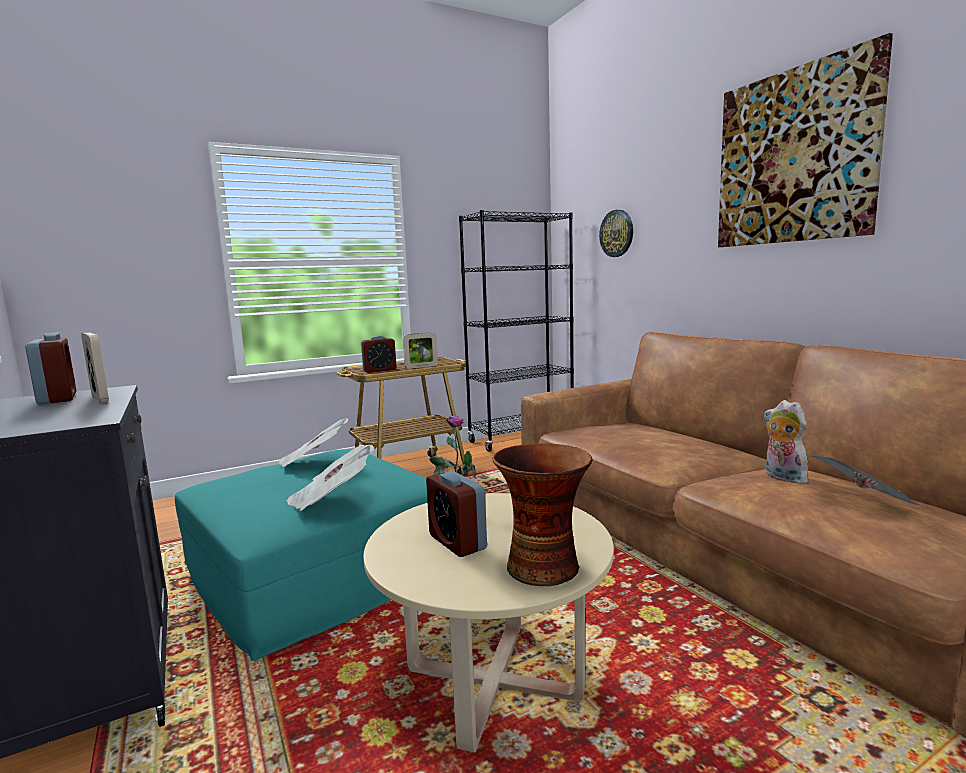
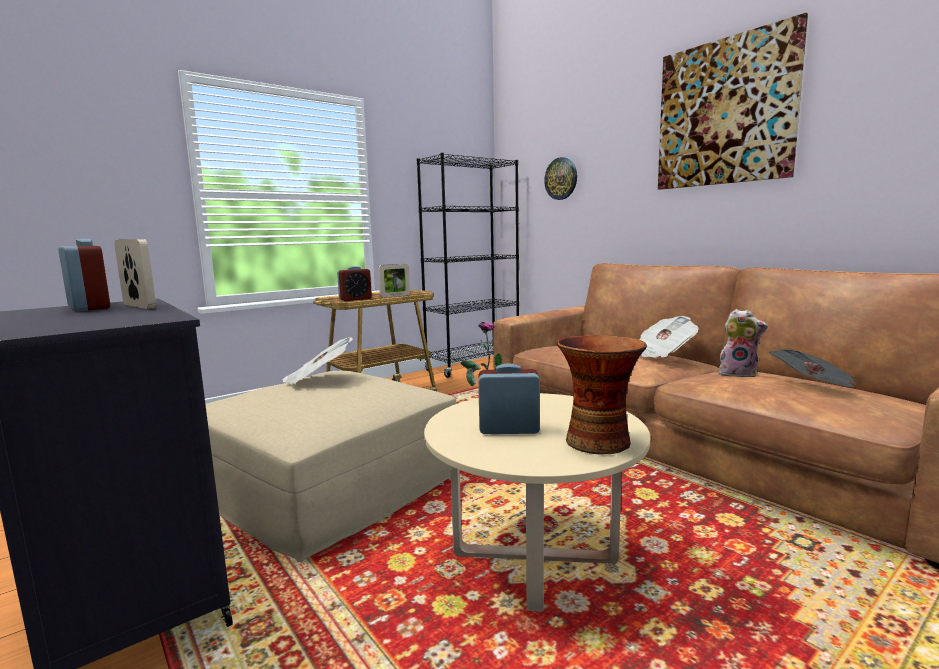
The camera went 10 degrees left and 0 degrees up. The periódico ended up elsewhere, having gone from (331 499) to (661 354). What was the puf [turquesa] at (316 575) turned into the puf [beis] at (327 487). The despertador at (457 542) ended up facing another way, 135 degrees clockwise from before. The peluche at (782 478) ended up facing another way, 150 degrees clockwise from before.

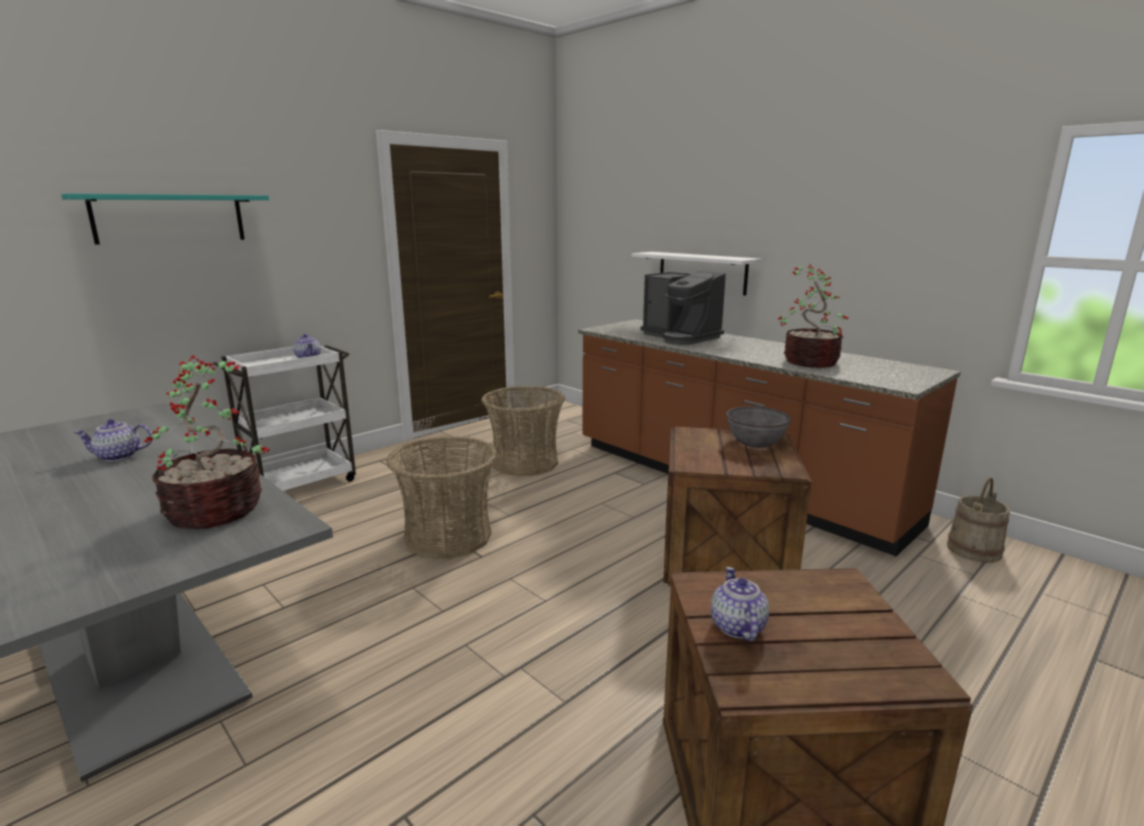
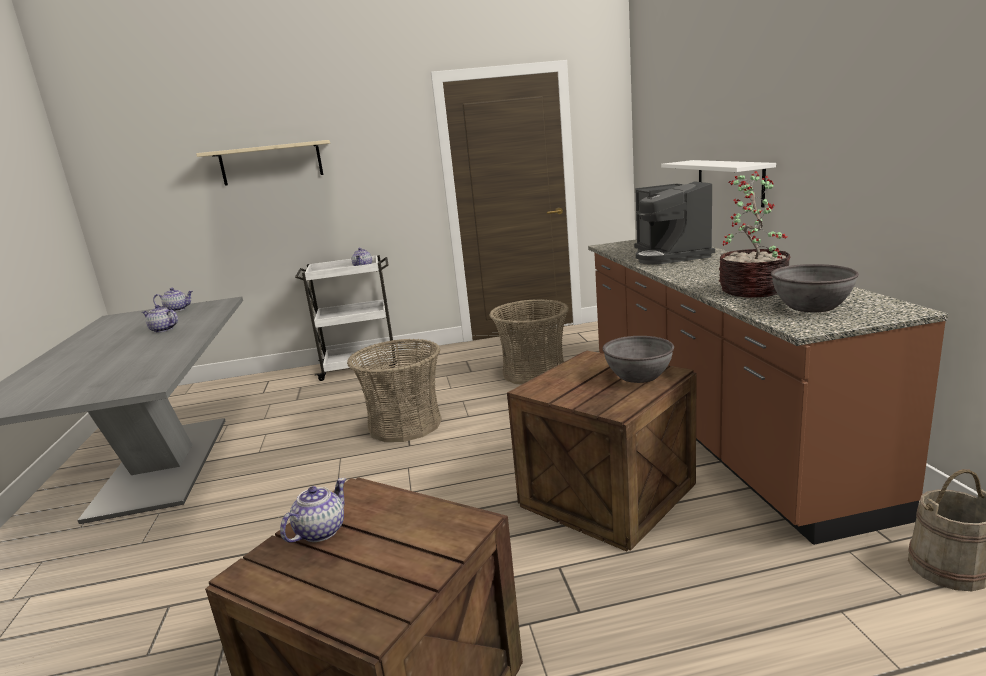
The camera went 35 degrees right and 0 degrees up. The second view lost the planta en maceta at (217 511). The second view gained the tetera at (177 309). The second view gained the cuenco [gris] at (811 306). What was the estante [turquesa] at (170 218) turned into the estante [beis] at (271 163).

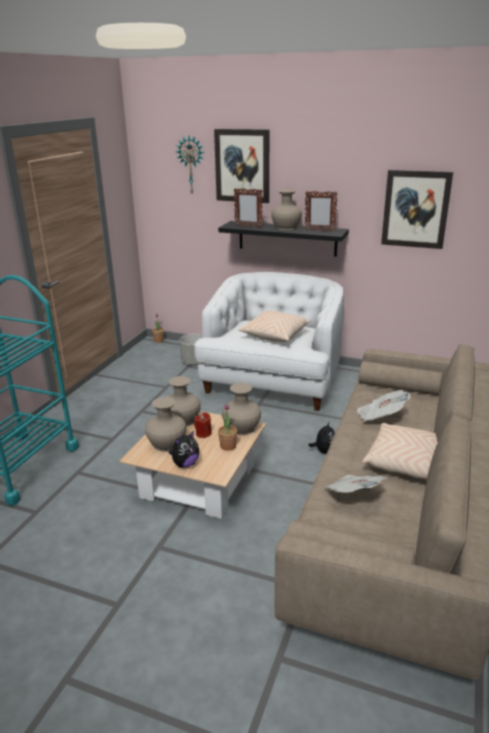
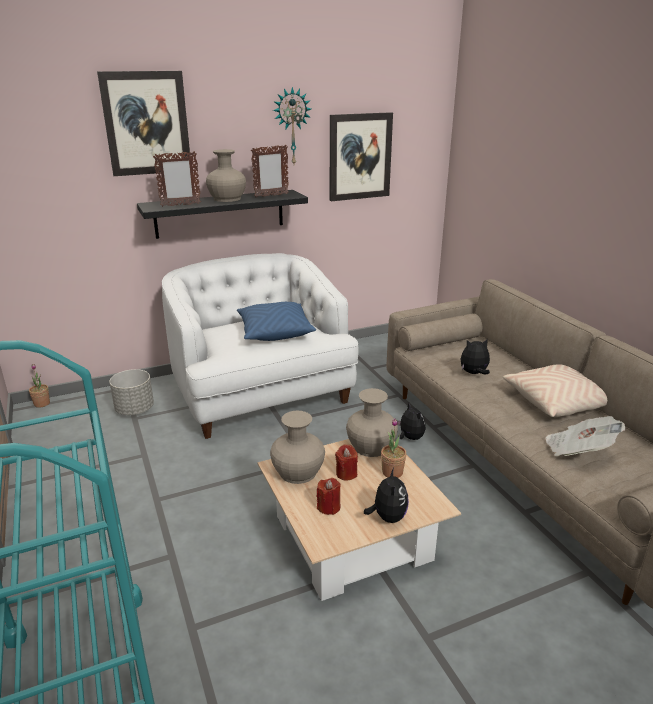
The camera went 45 degrees left and 0 degrees up. The reloj de pared ended up elsewhere, having gone from (191 165) to (291 127). Where the florero [beis] stood at (167 443), the vela [rojo] came to stand at (329 507). Where the periódico stood at (380 416), the peluche came to stand at (474 373). What was the cojín [beis] at (275 335) turned into the cojín [azul] at (274 332).

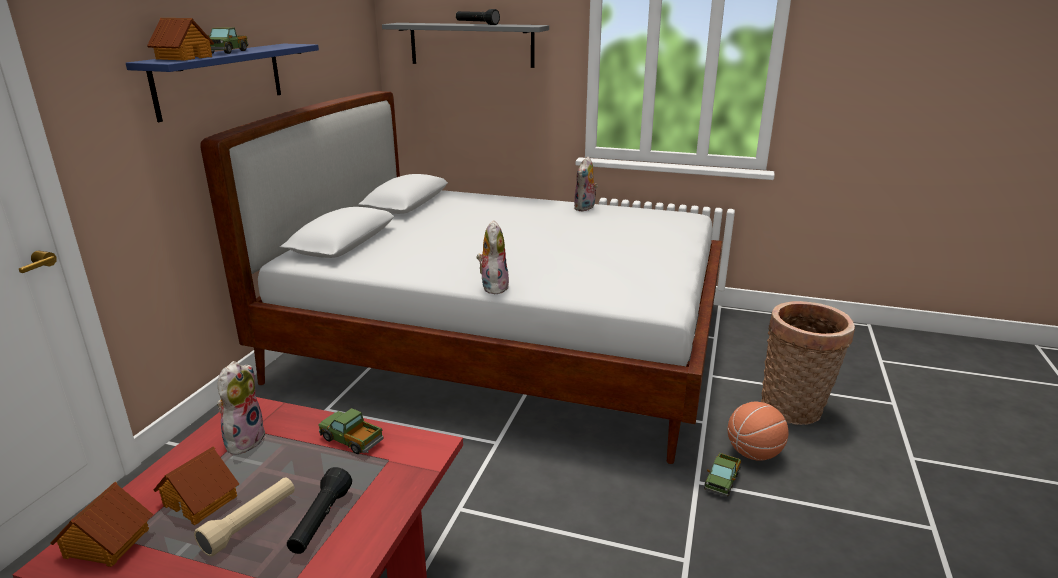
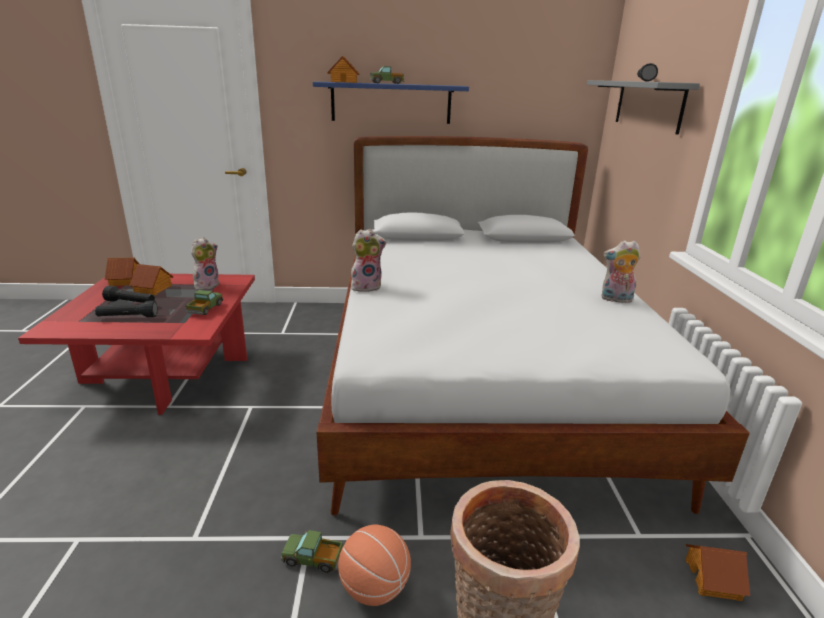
The camera went 70 degrees right and 0 degrees up. The second view gained the casita at (713 579). What was the linterna [beis] at (251 524) turned into the linterna [negro] at (131 303). The peluche at (244 439) ended up facing another way, 45 degrees counterclockwise from before.

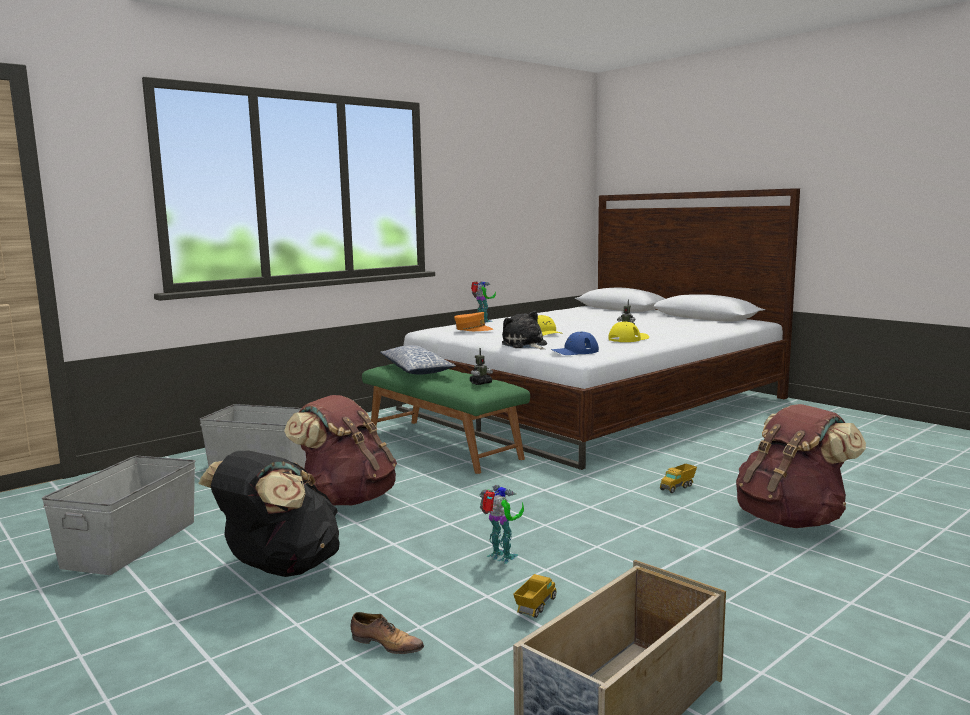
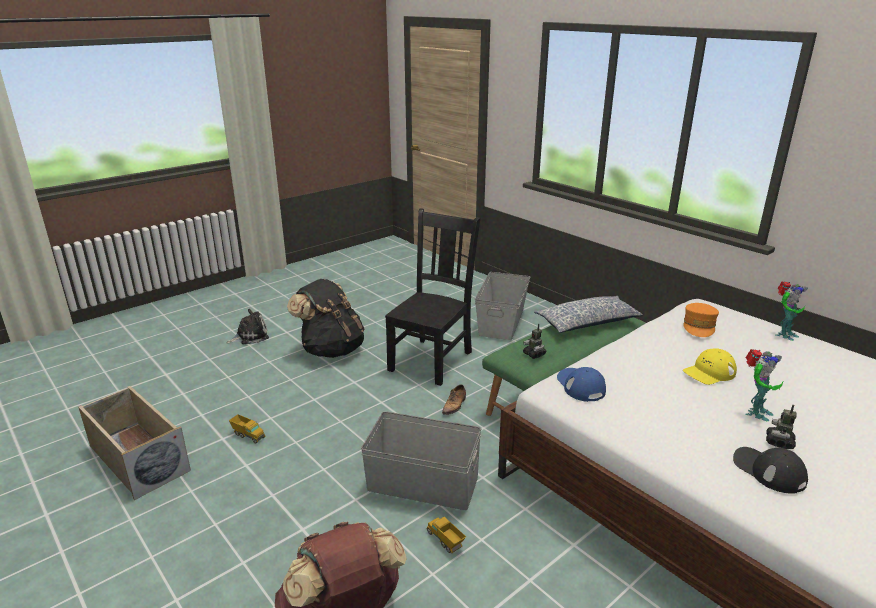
The camera went 90 degrees right and 15 degrees up. The second view lost the gorra [amarillo] at (628 339). The second view gained the gorra [negro] at (768 471). The caja de almacenaje [gris] ended up elsewhere, having gone from (132 543) to (423 484). The zapato ended up elsewhere, having gone from (386 644) to (454 405). The robot de juguete ended up elsewhere, having gone from (501 558) to (755 412). The peluche ended up elsewhere, having gone from (525 345) to (250 336). Where the mochila [marrón] stood at (347 499), the silla [negro] came to stand at (432 359).

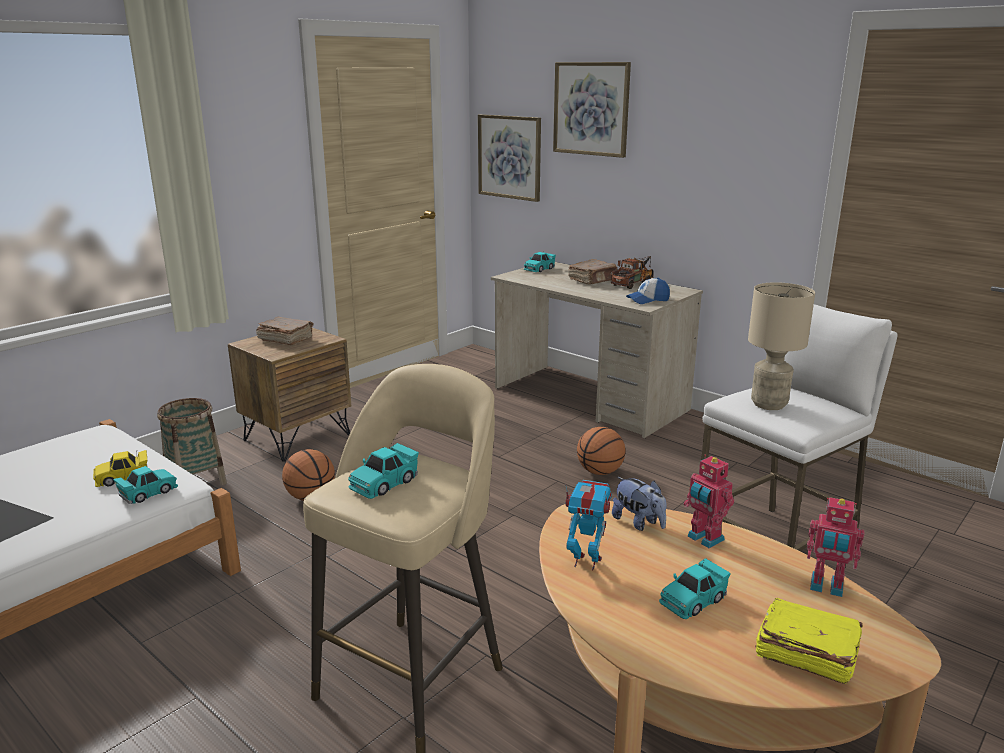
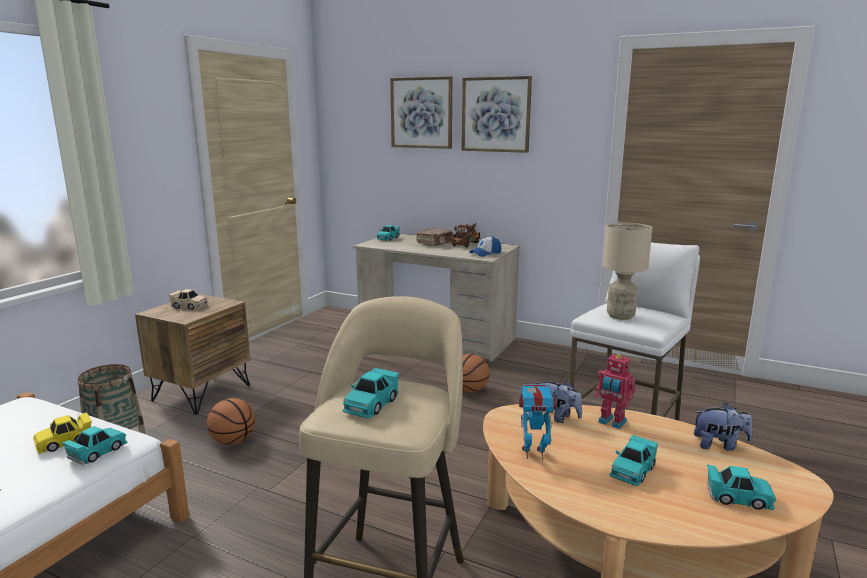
The camera went 15 degrees left and 5 degrees down. The cuadro ended up elsewhere, having gone from (509 157) to (496 114). Where the libro [marrón] stood at (285 340), the coche de juguete [beis] came to stand at (189 306). Where the libro [amarillo] stood at (804 654), the coche de juguete [turquesa] came to stand at (738 498). Where the robot de juguete stood at (826 587), the peluche came to stand at (719 445).

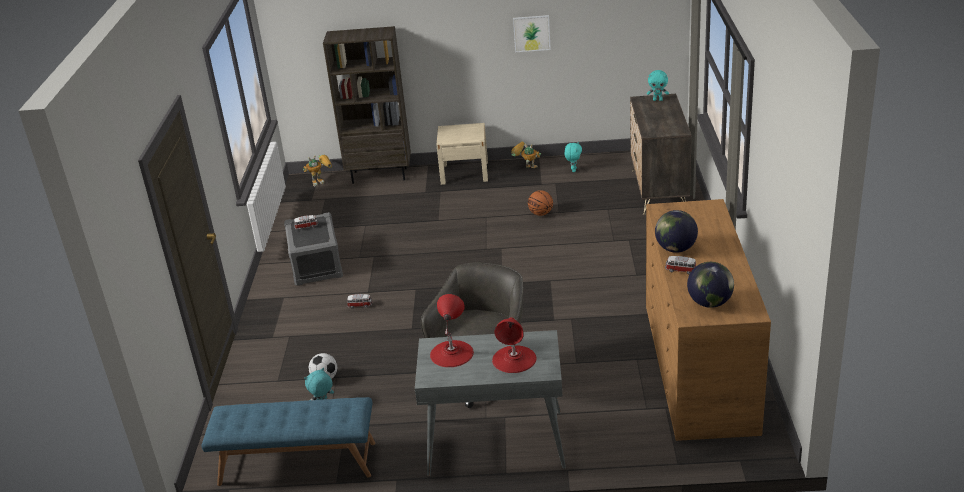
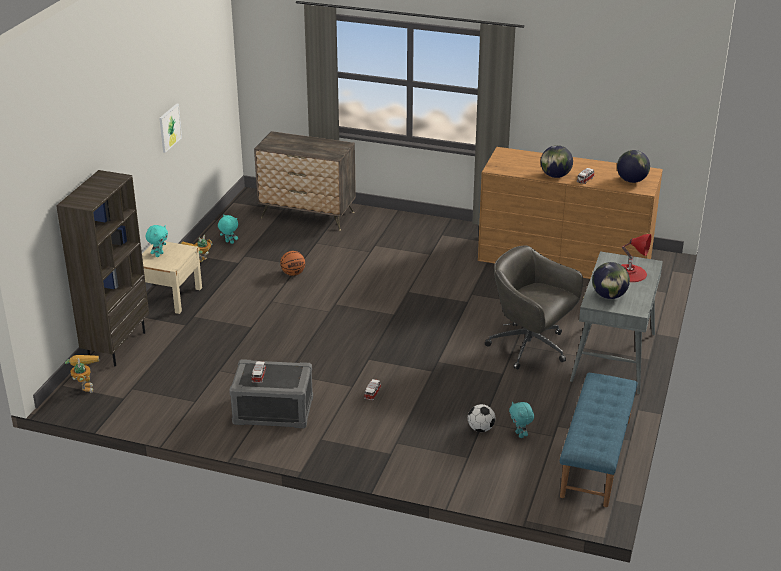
The camera went 75 degrees left and 0 degrees up. The peluche [turquesa] ended up elsewhere, having gone from (658 100) to (159 254). Where the lámpara de mesa [rojo] stood at (451 353), the globo terráqueo came to stand at (609 296).

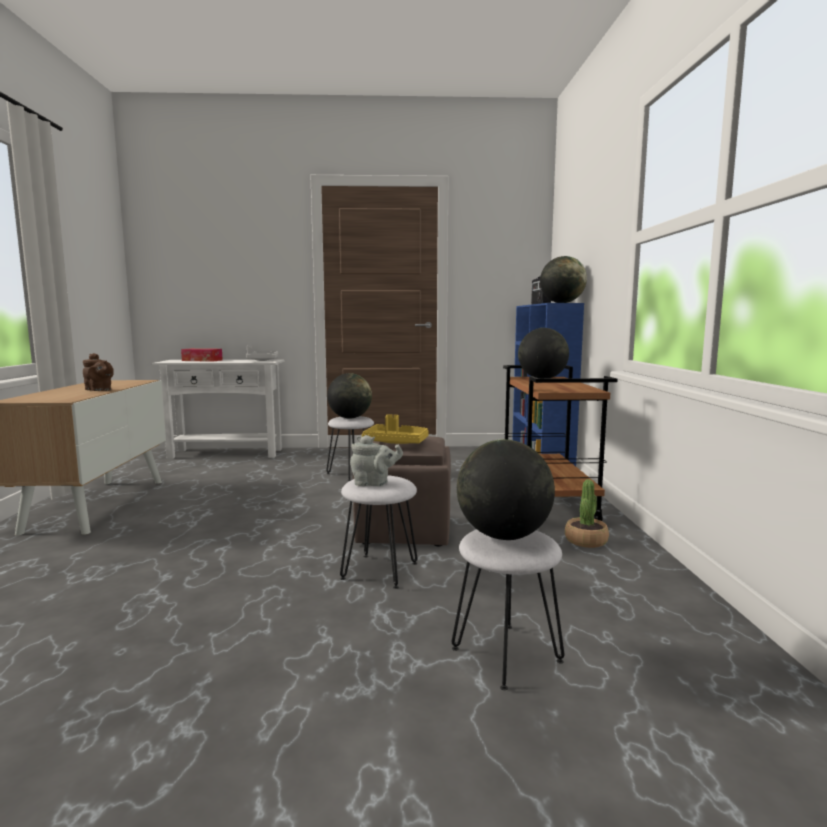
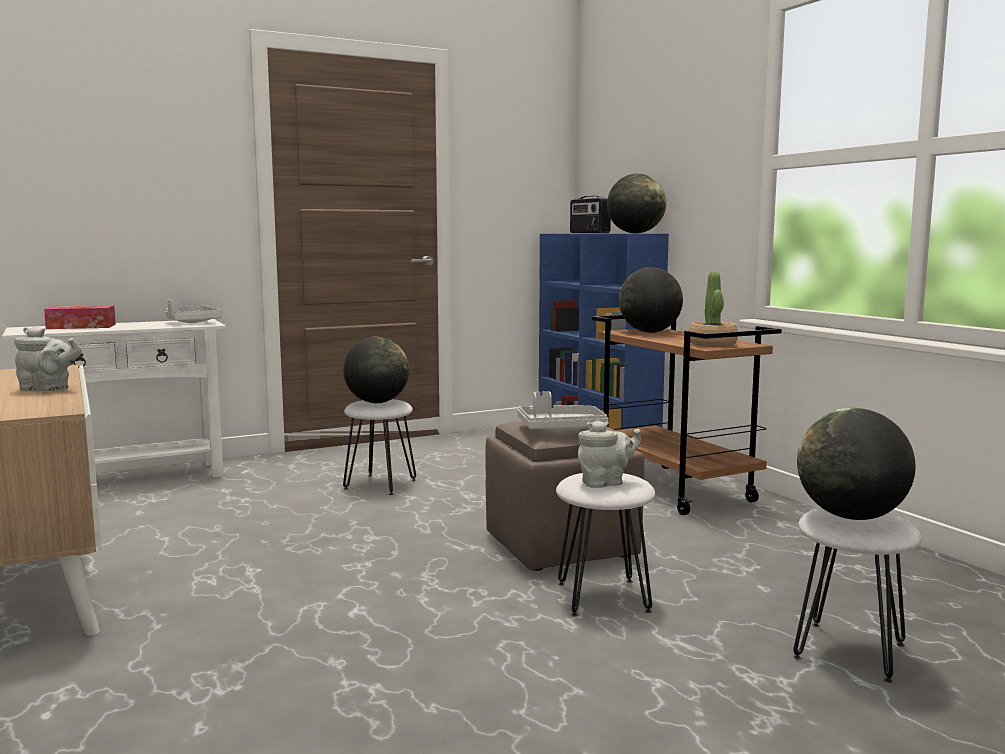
The camera went 25 degrees left and 0 degrees up. The planta en maceta ended up elsewhere, having gone from (586 541) to (712 344). What was the tetera [marrón] at (99 390) turned into the tetera [gris] at (48 389). What was the bandeja [amarillo] at (396 442) turned into the bandeja [gris] at (560 429).

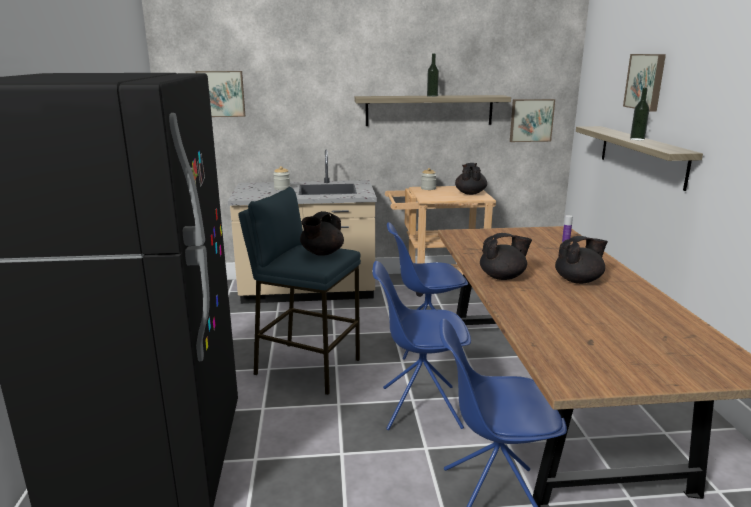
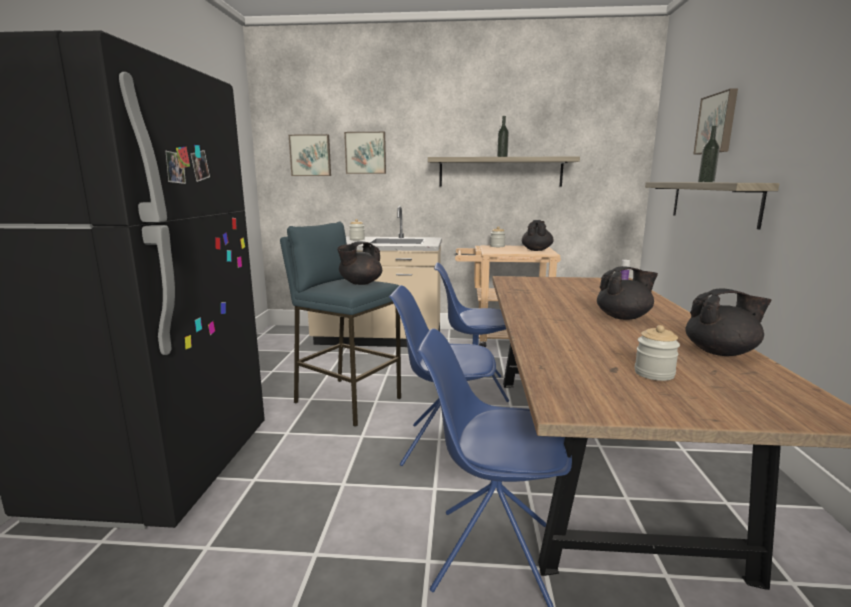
The camera went 10 degrees right and 5 degrees down. The second view gained the tarro at (654 373). The tetera [negro] ended up elsewhere, having gone from (503 277) to (721 352). The cuadro ended up elsewhere, having gone from (531 120) to (365 153).

